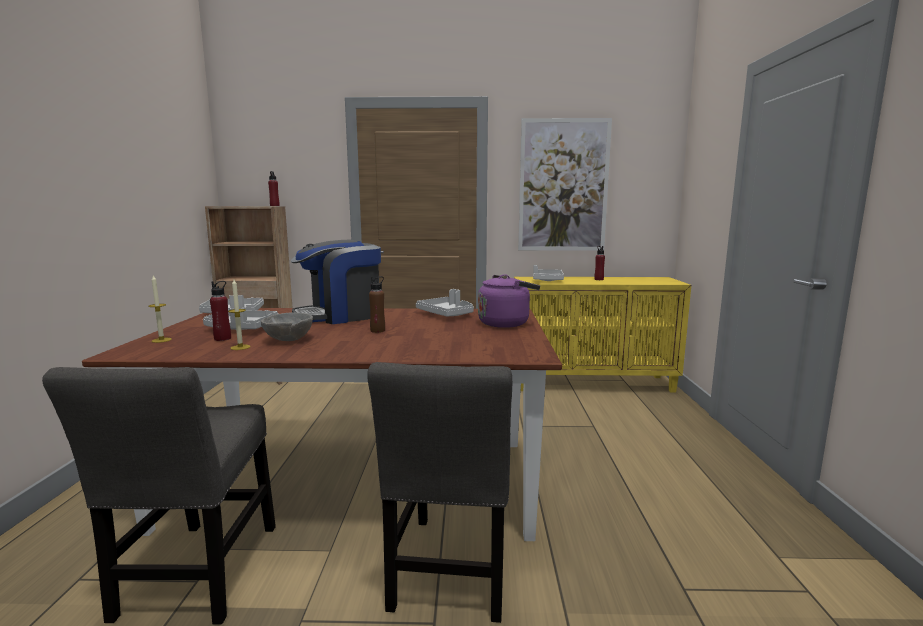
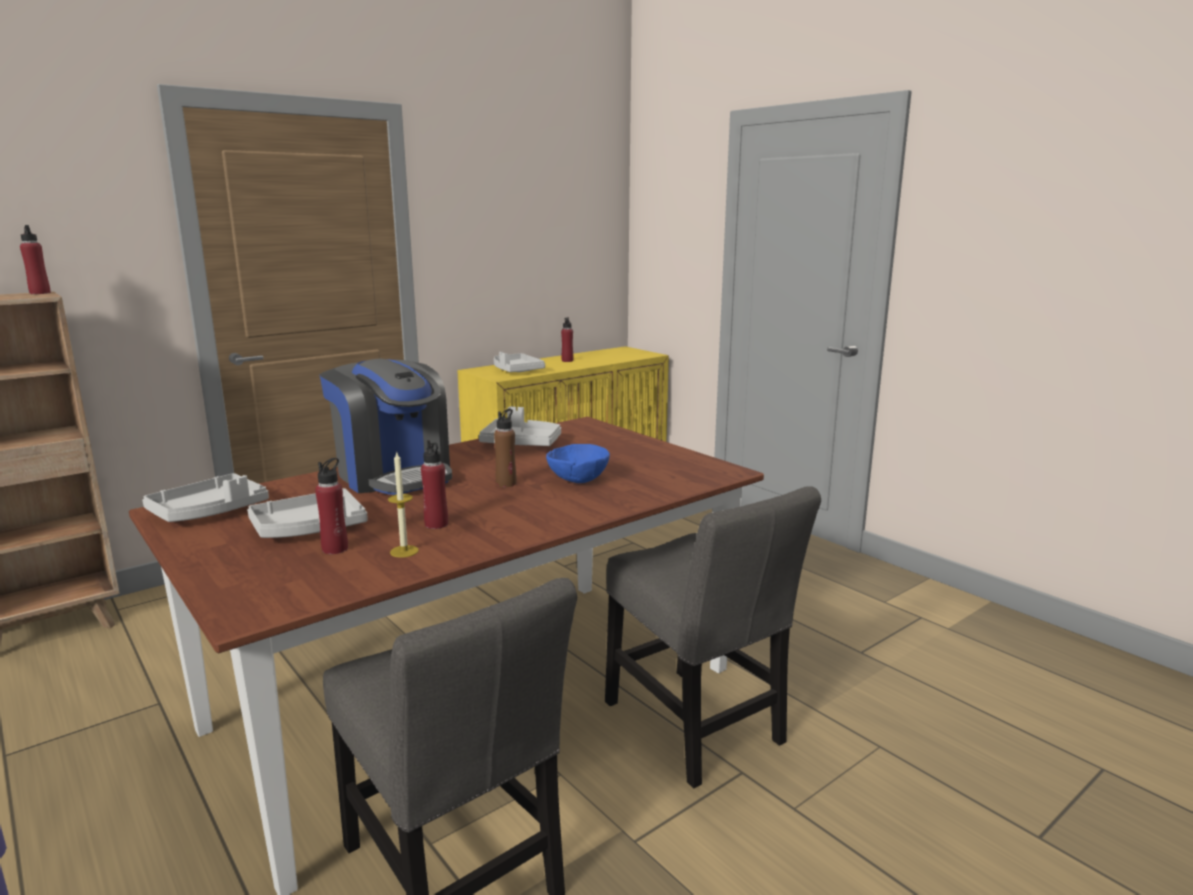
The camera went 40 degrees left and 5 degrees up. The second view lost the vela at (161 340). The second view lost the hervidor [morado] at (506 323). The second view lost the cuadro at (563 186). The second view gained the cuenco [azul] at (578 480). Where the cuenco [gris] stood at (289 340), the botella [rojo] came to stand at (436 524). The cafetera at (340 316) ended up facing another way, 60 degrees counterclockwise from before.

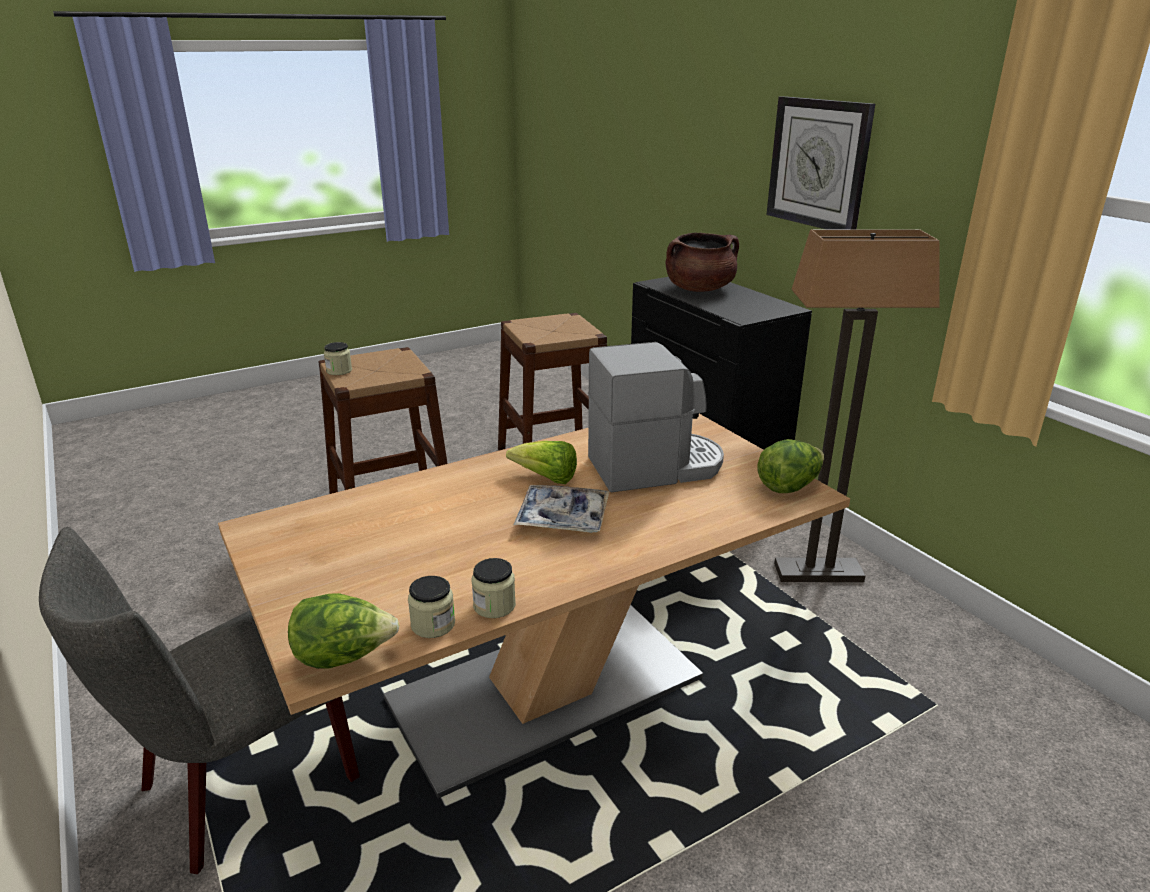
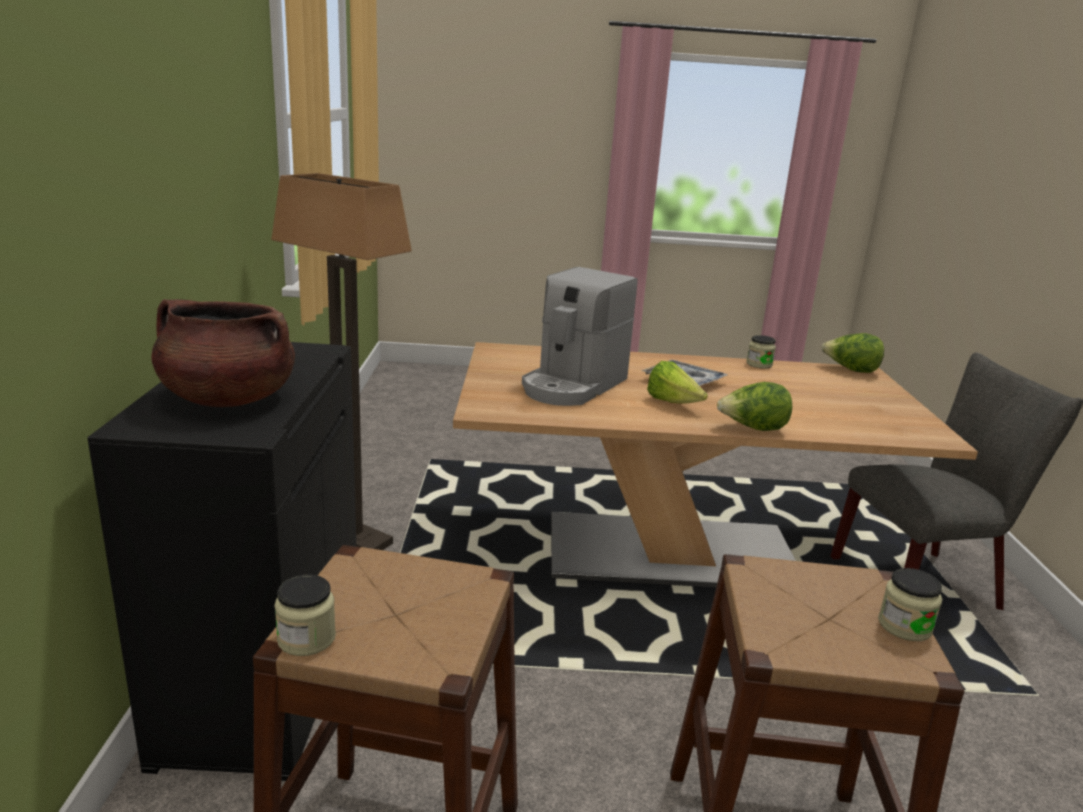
The camera went 150 degrees left and 5 degrees down. The second view lost the reloj de pared at (818 163). The tarro ended up elsewhere, having gone from (433 624) to (306 639). The lechuga ended up elsewhere, having gone from (789 486) to (753 429). The cafetera at (655 467) ended up facing another way, 75 degrees counterclockwise from before.

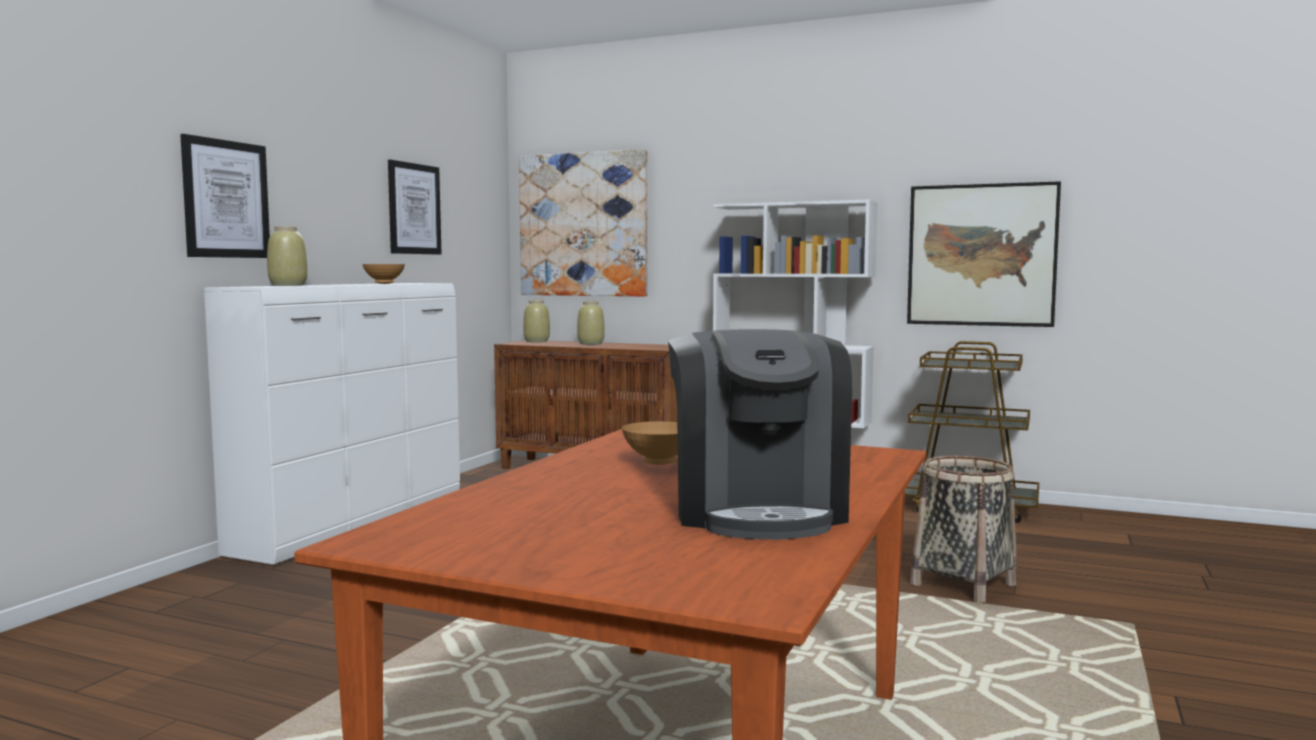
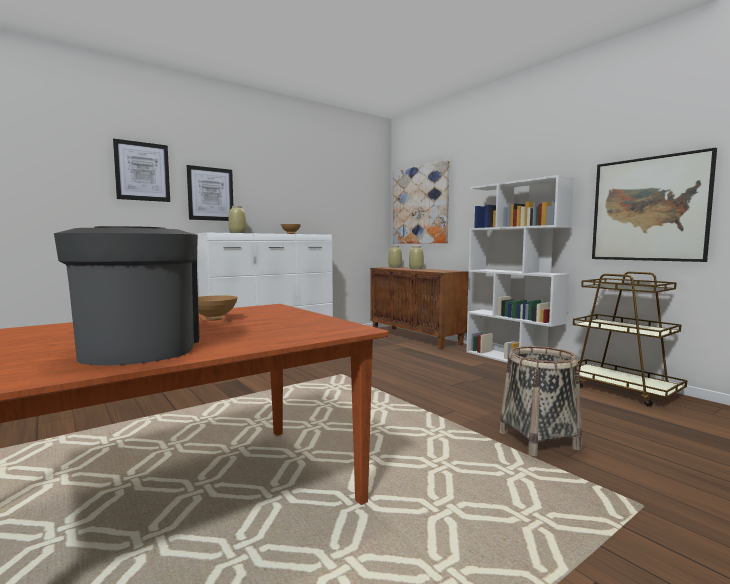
The camera went 30 degrees right and 0 degrees up. The cuadro ended up elsewhere, having gone from (414 209) to (142 171). The cafetera at (757 510) ended up facing another way, 135 degrees clockwise from before.

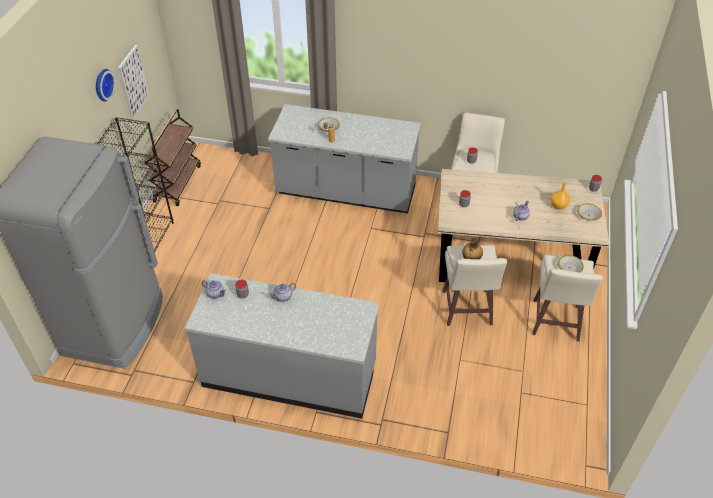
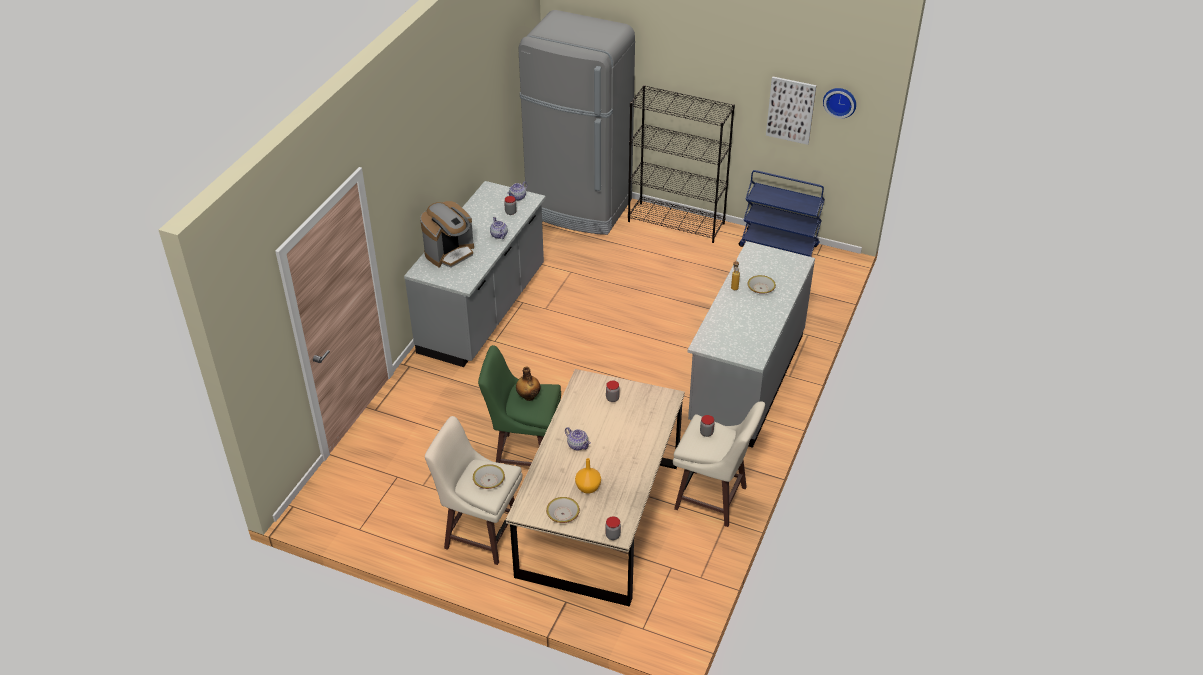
The camera went 100 degrees right and 5 degrees down. The second view gained the cafetera at (450 253). The reloj de pared ended up elsewhere, having gone from (102 84) to (840 101). What was the carrito [marrón] at (177 183) turned into the carrito [azul] at (779 246). What was the taburete [beis] at (466 309) turned into the taburete [verde] at (524 456).

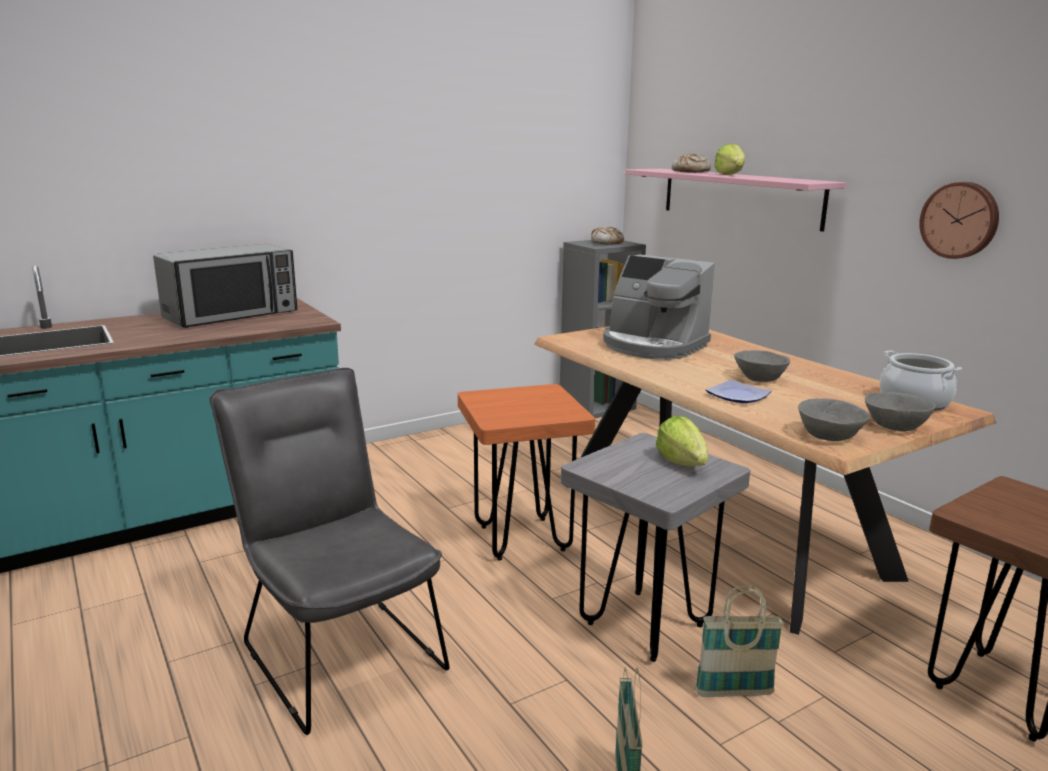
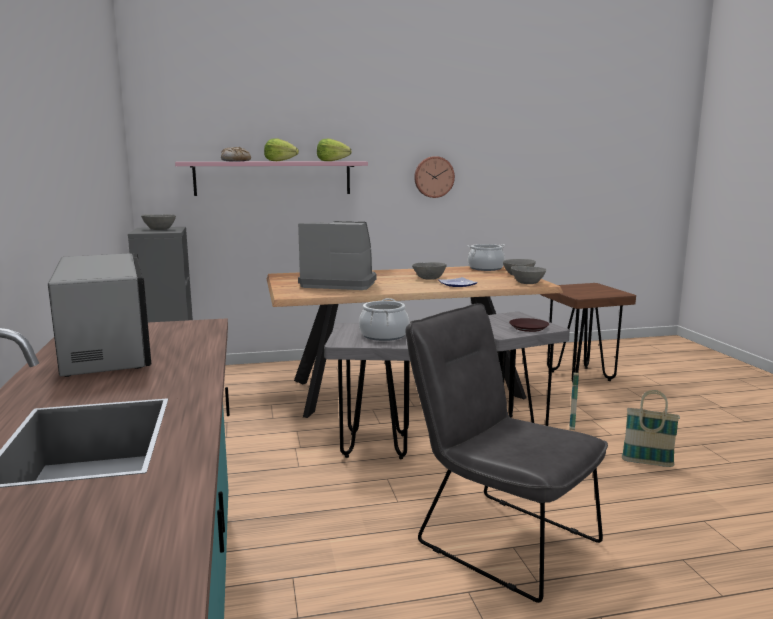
The camera went 70 degrees left and 5 degrees down. The second view gained the olla at (384 335). The second view gained the plato [marrón] at (528 328). The lechuga ended up elsewhere, having gone from (682 462) to (332 161). Where the pan stood at (606 243), the cuenco [gris] came to stand at (160 229). What was the taburete [naranja] at (521 538) turned into the taburete [gris] at (375 446). The silla [gris] at (337 649) ended up facing another way, 60 degrees clockwise from before. The cafetera at (653 346) ended up facing another way, 135 degrees counterclockwise from before.

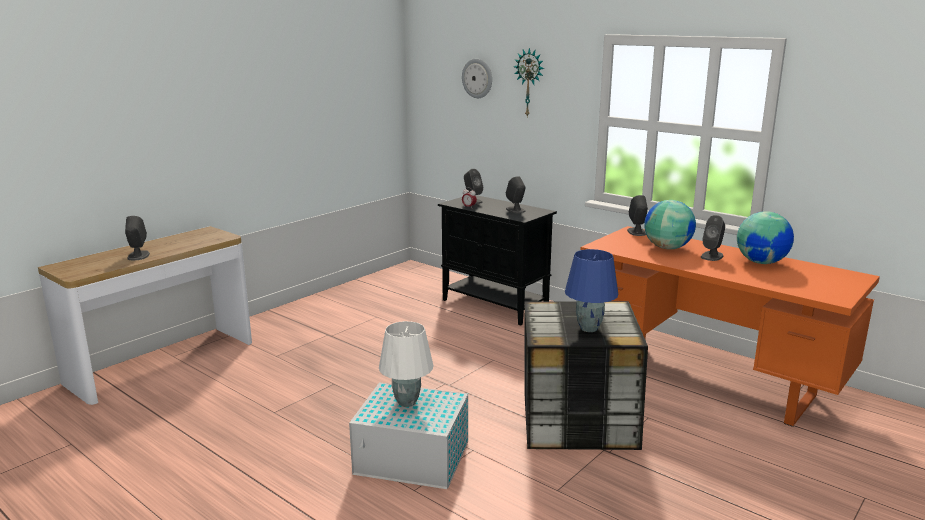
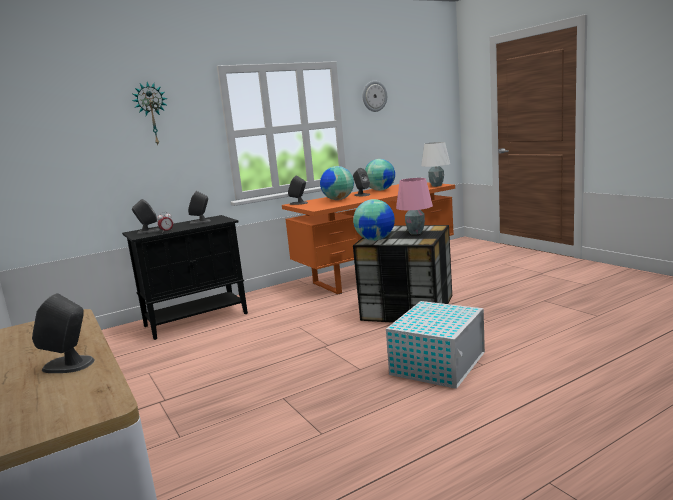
The camera went 70 degrees left and 5 degrees down. The second view gained the globo terráqueo at (375 239). The lámpara de mesa [blanco] ended up elsewhere, having gone from (407 402) to (436 185). The reloj de pared ended up elsewhere, having gone from (477 78) to (374 96). What was the lámpara de mesa [azul] at (588 329) turned into the lámpara de mesa [rosa] at (416 233).

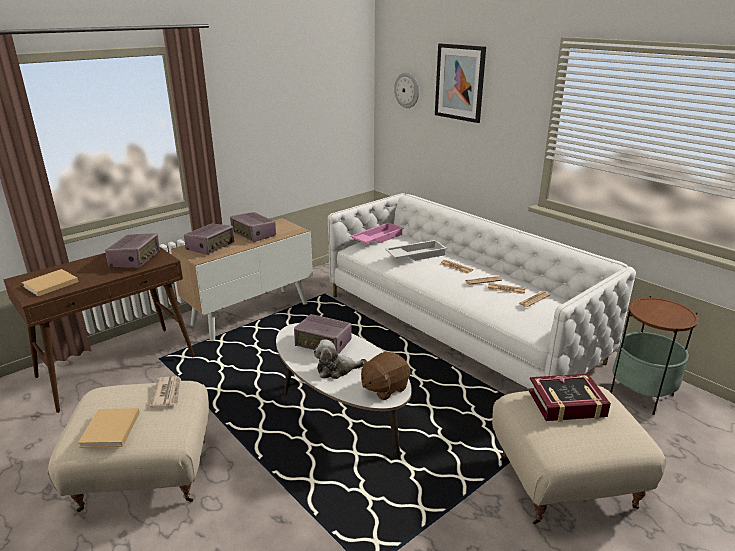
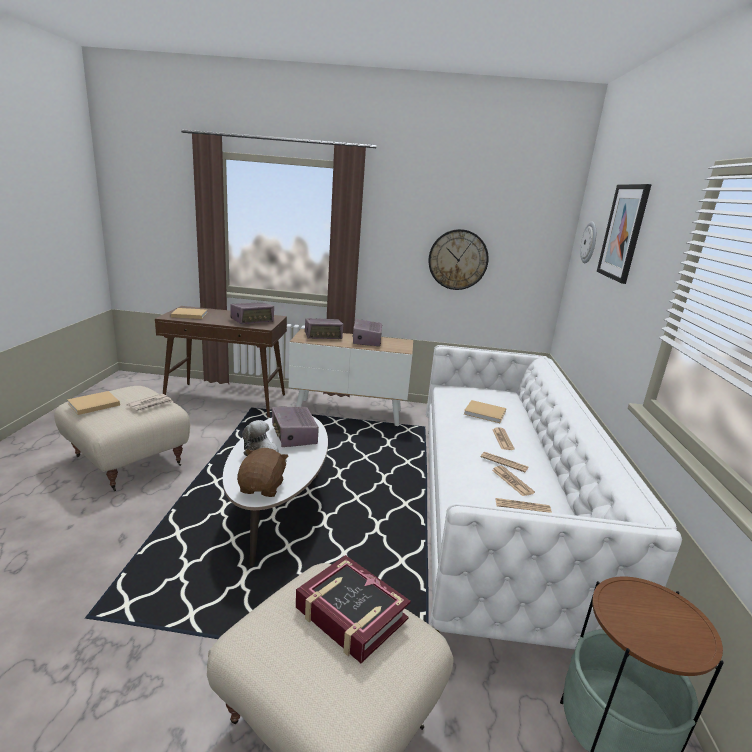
The camera went 45 degrees right and 5 degrees down. The second view lost the bandeja [rosa] at (377 238). The second view gained the reloj de pared at (458 259). Where the bandeja [blanco] stood at (416 255), the libro [beis] came to stand at (486 413). The peluche [marrón] at (384 388) ended up facing another way, 90 degrees clockwise from before.

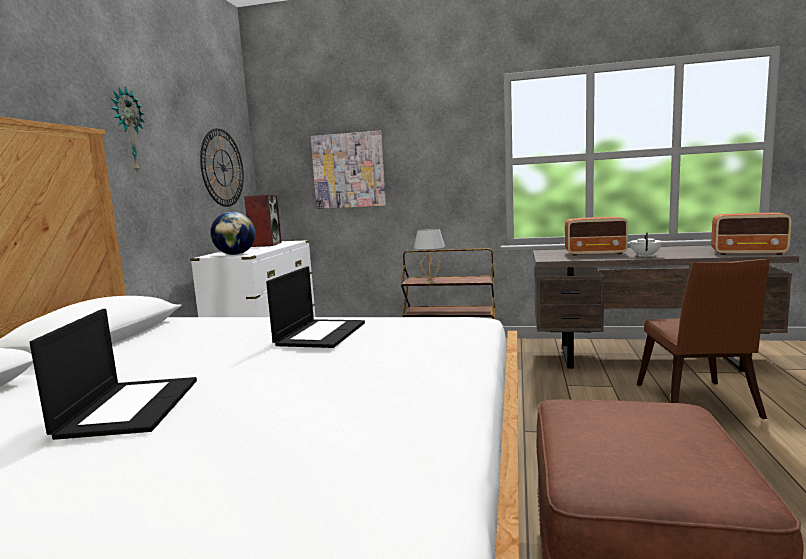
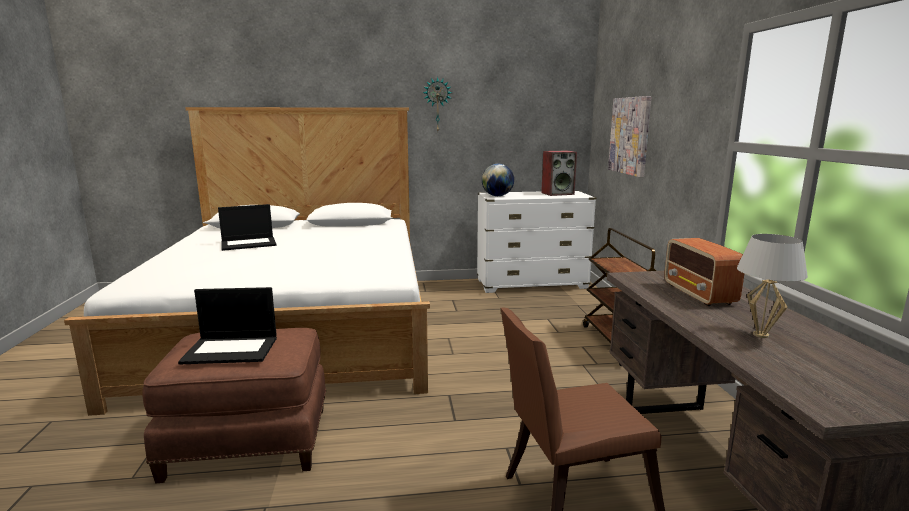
The camera went 70 degrees right and 5 degrees up. The second view lost the reloj de pared at (223 168). The second view lost the tetera [blanco] at (645 256). The second view lost the radio at (749 253). The portátil ended up elsewhere, having gone from (320 333) to (232 349). The lámpara de mesa [blanco] ended up elsewhere, having gone from (431 281) to (760 335).

